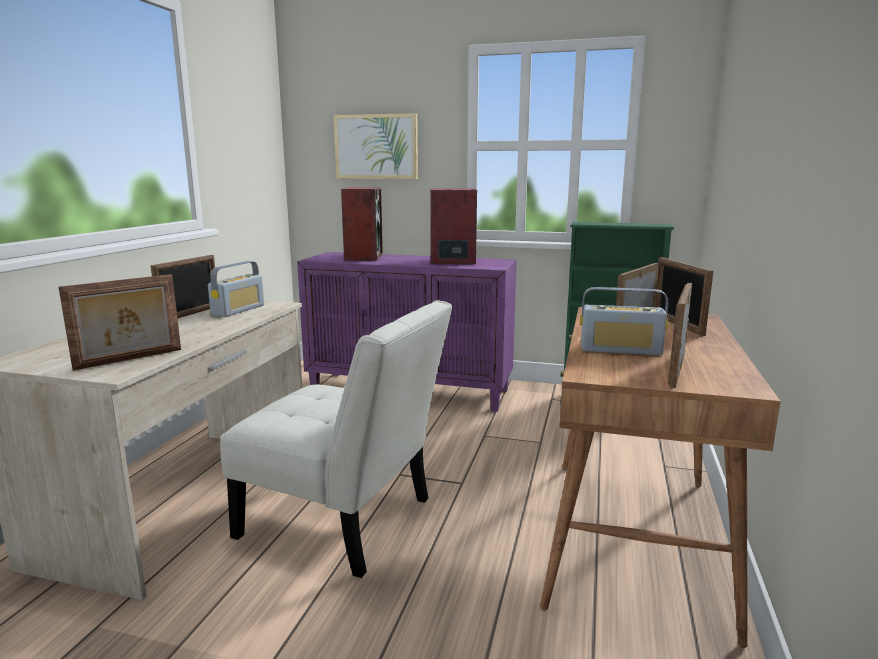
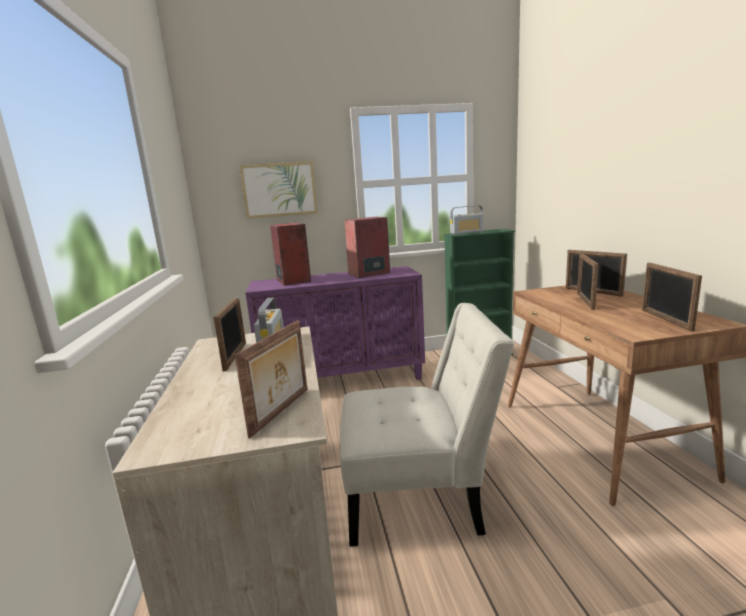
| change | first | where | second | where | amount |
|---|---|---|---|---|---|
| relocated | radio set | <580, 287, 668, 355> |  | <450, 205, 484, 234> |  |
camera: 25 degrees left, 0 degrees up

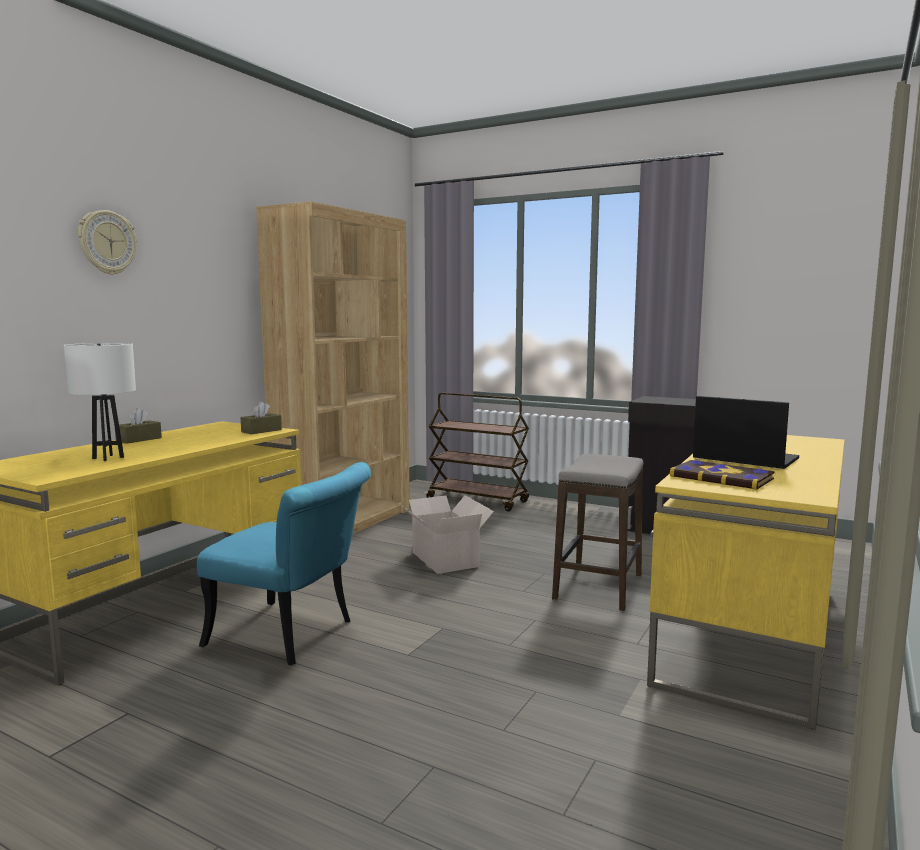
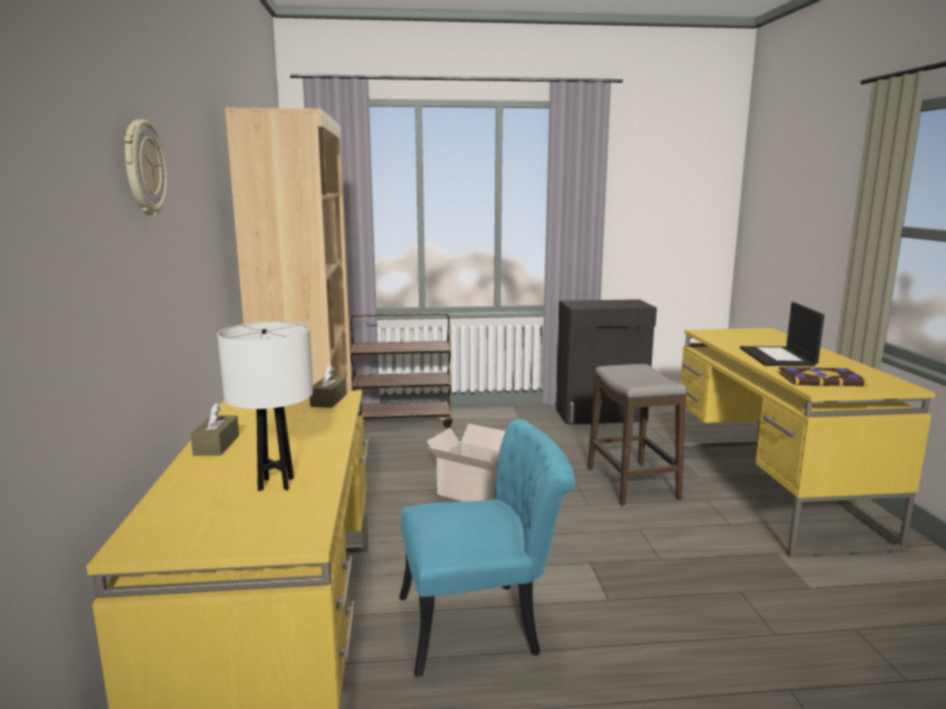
| change | first | where | second | where | amount |
|---|---|---|---|---|---|
| spun | portable computer | <693, 396, 799, 469> |  | <740, 302, 825, 366> | 90 degrees counterclockwise |
camera: 35 degrees left, 5 degrees up

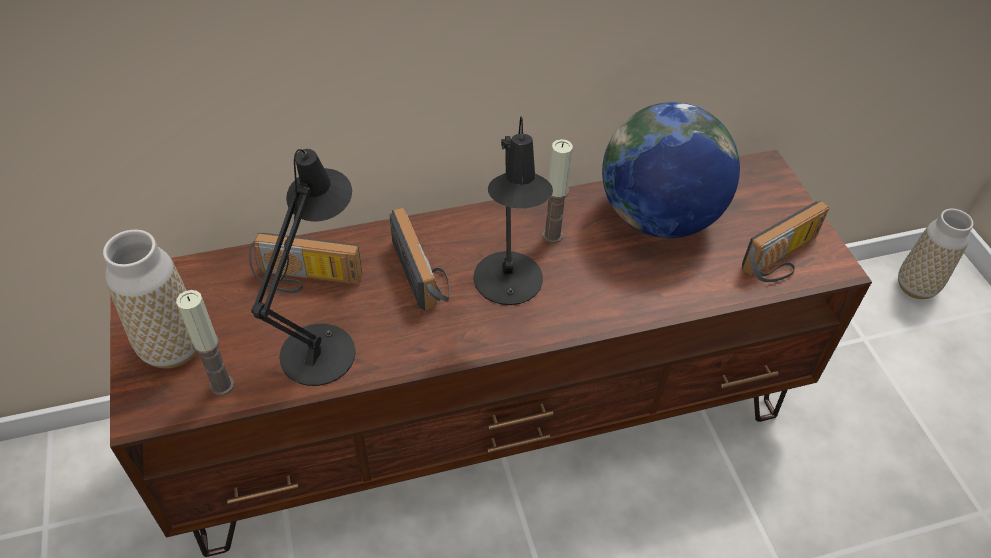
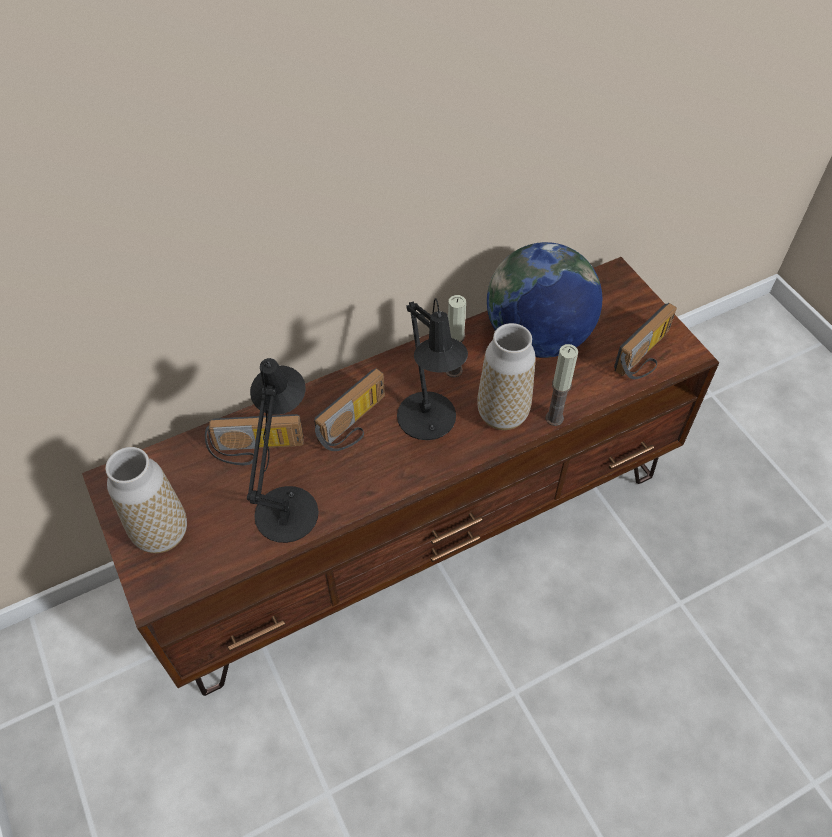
| change | first | where | second | where | amount |
|---|---|---|---|---|---|
| relocated | wax light | <176, 290, 234, 396> |  | <546, 344, 578, 426> |  |
| relocated | decorative vase | <898, 209, 974, 299> |  | <477, 323, 536, 430> |  |
| spun | radio set | <390, 208, 450, 311> |  | <314, 368, 385, 451> | 75 degrees clockwise |
camera: 10 degrees left, 5 degrees up

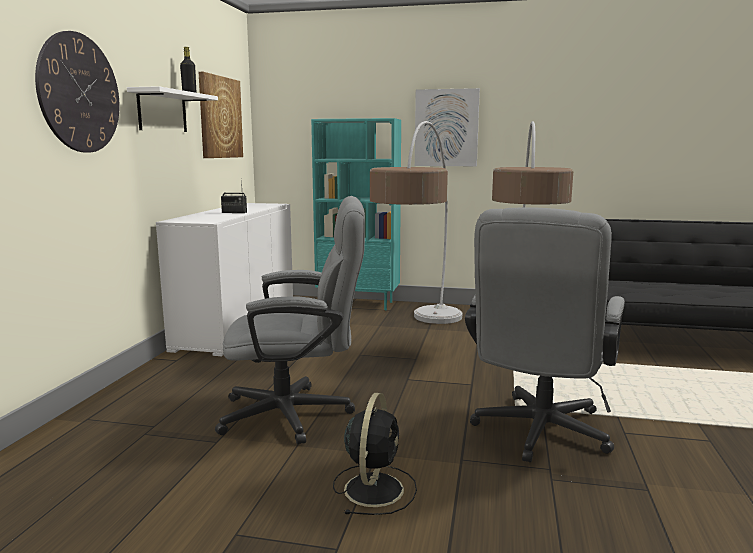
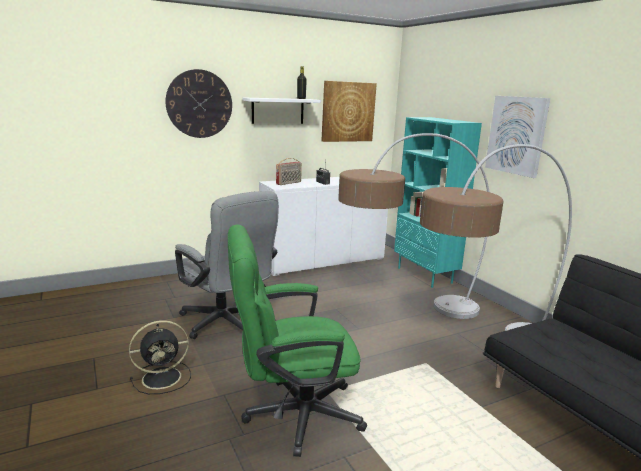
| change | first | where | second | where | amount |
|---|---|---|---|---|---|
| appeared |  |  | radio set | <276, 158, 302, 185> |  |
| colour | computer chair (greyish) | <465, 207, 625, 463> | computer chair (green-coloured) | <228, 224, 367, 457> |  |
camera: 50 degrees right, 5 degrees up

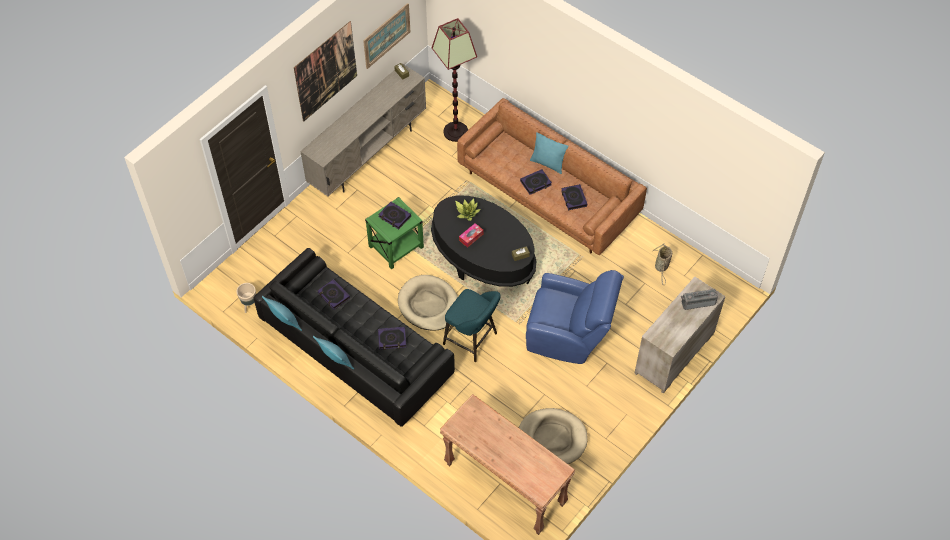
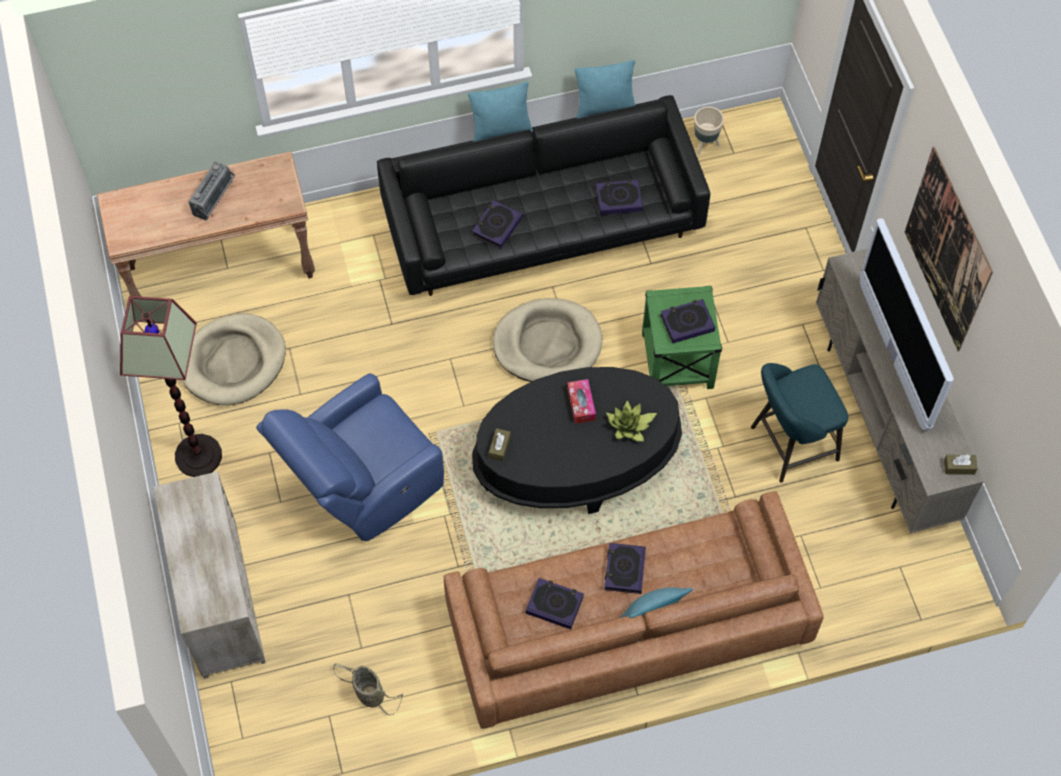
| change | first | where | second | where | amount |
|---|---|---|---|---|---|
| missing | wall art | <363, 3, 411, 69> |  |  |  |
| appeared |  |  | television | <860, 218, 954, 431> |  |
| relocated | standard lamp | <432, 18, 477, 142> |  | <120, 296, 222, 477> |  |
| relocated | stool (turquoise) | <443, 289, 501, 362> |  | <751, 363, 848, 483> |  |
| relocated | radio set | <681, 289, 718, 310> |  | <189, 162, 236, 220> |  |
camera: 125 degrees right, 5 degrees up

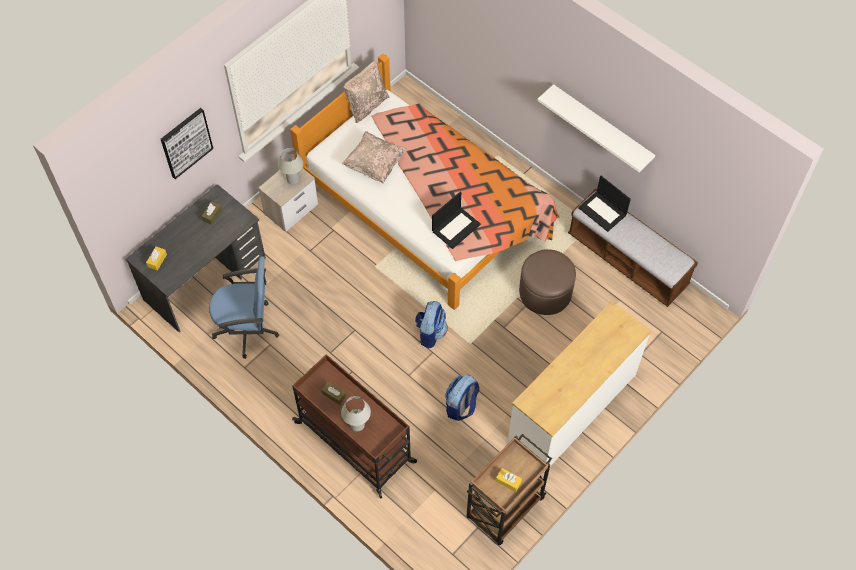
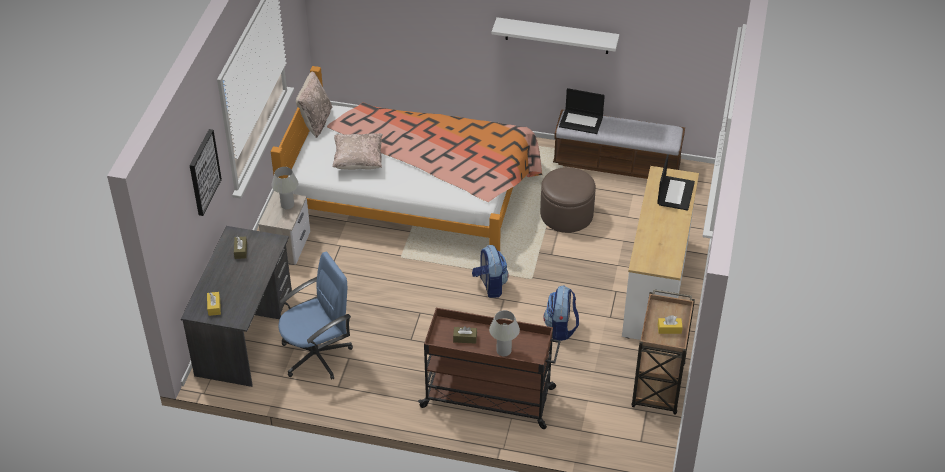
| change | first | where | second | where | amount |
|---|---|---|---|---|---|
| relocated | portable computer | <432, 192, 481, 249> |  | <657, 154, 695, 211> |  |
camera: 30 degrees left, 15 degrees down

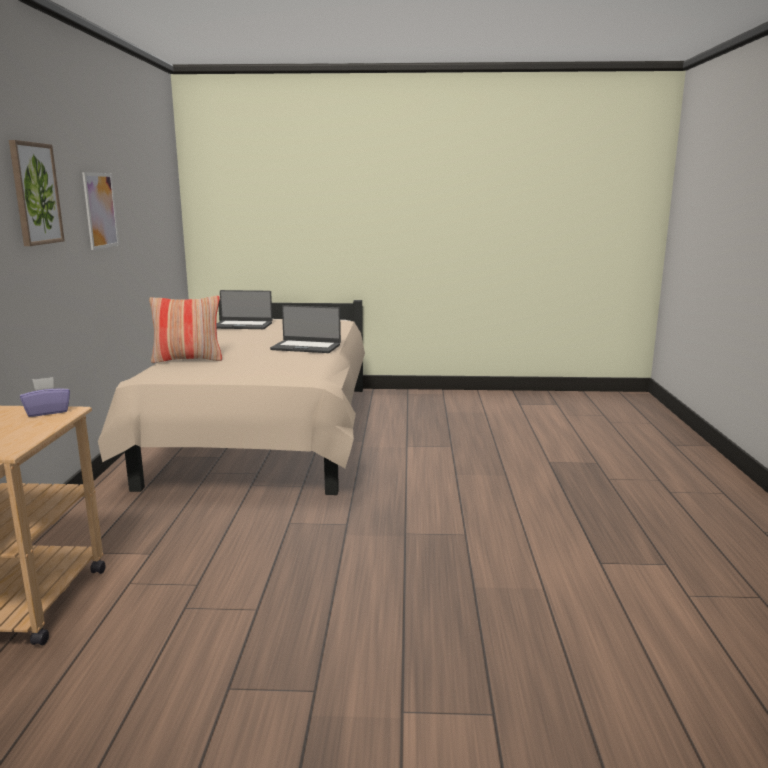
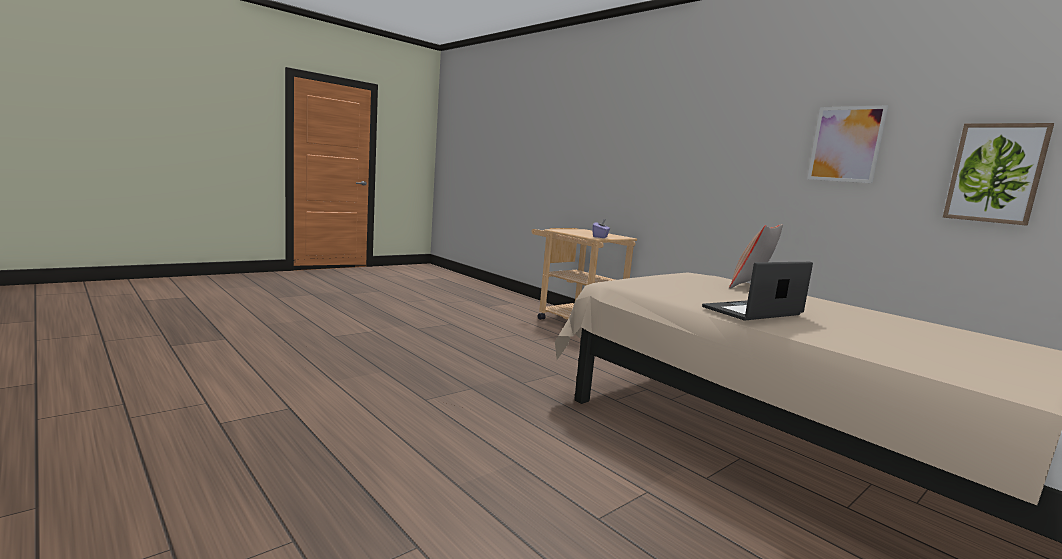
| change | first | where | second | where | amount |
|---|---|---|---|---|---|
| missing | portable computer | <217, 290, 273, 329> |  |  |  |
| relocated | wall art | <9, 140, 65, 246> |  | <943, 123, 1054, 226> |  |
camera: 135 degrees right, 5 degrees down

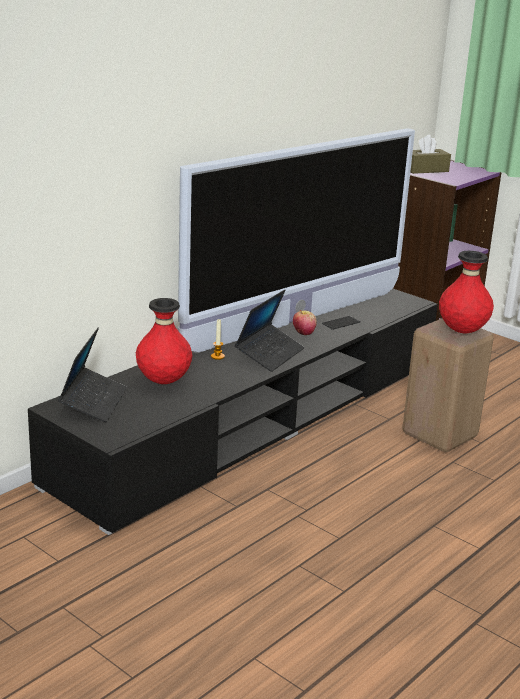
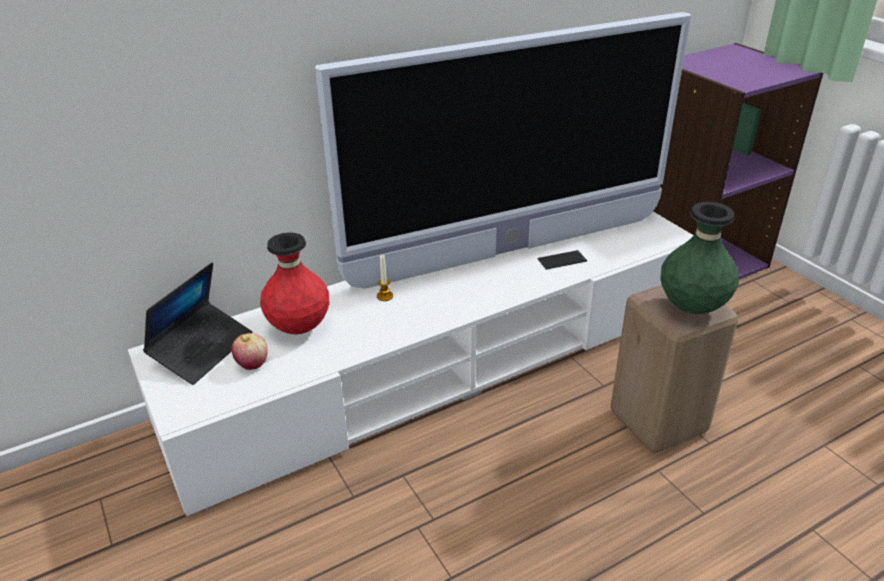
| change | first | where | second | where | amount |
|---|---|---|---|---|---|
| missing | portable computer | <235, 290, 304, 372> |  |  |  |
| missing | box of tissues (brown) | <410, 134, 451, 174> |  |  |  |
| relocated | apple | <293, 310, 317, 335> |  | <232, 333, 267, 370> |  |
| colour | media console (black-coloured) | <28, 289, 438, 535> | media console (whitish) | <128, 212, 693, 516> |  |
| colour | decorative vase (red) | <439, 251, 494, 333> | decorative vase (green-coloured) | <661, 202, 739, 314> |  |
camera: 20 degrees right, 10 degrees up

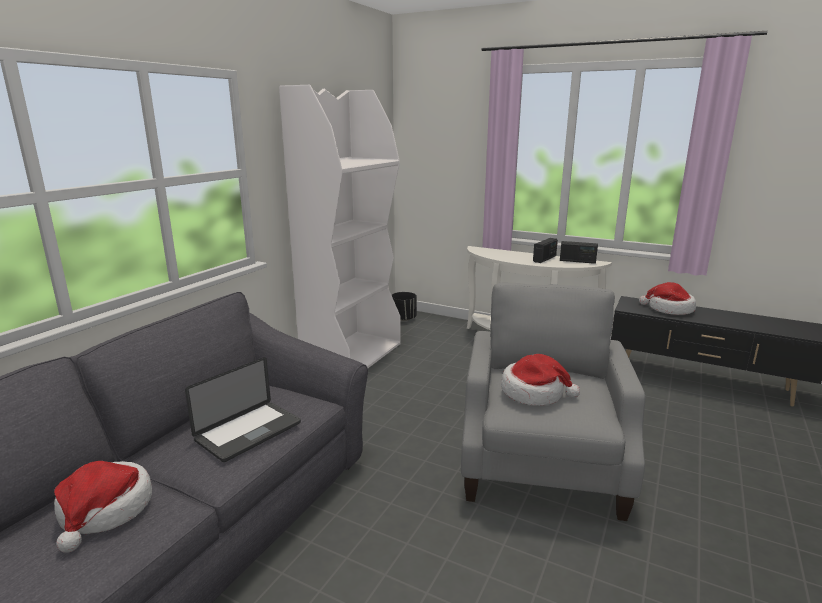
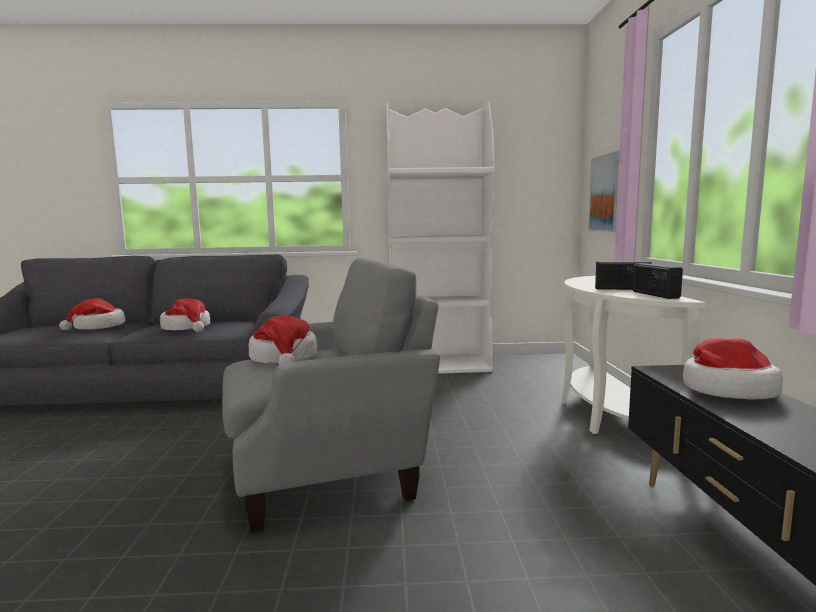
| change | first | where | second | where | amount |
|---|---|---|---|---|---|
| missing | planter (black-coloured) | <392, 292, 417, 321> |  |  |  |
| appeared |  |  | wall art | <588, 150, 620, 232> |  |
| exchanged | portable computer | <185, 357, 301, 462> | wearable hat | <160, 299, 210, 332> |  |
camera: 60 degrees right, 10 degrees down

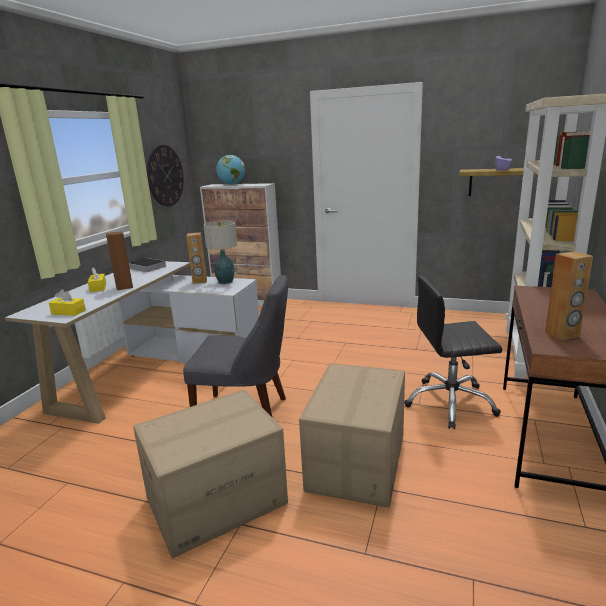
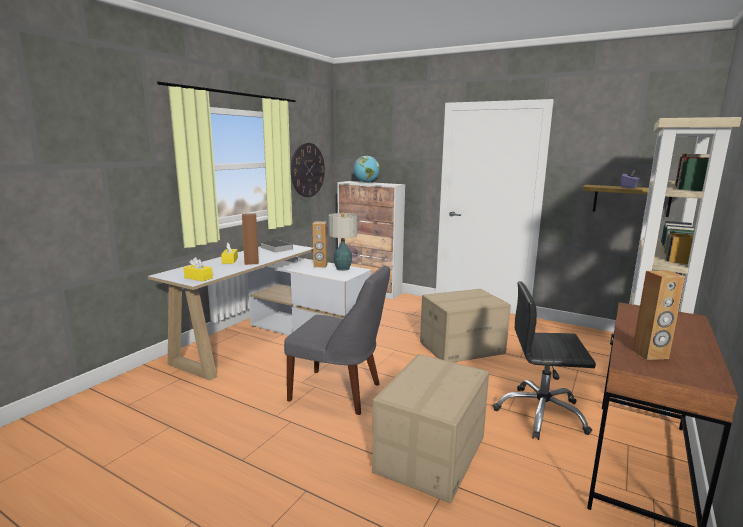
| change | first | where | second | where | amount |
|---|---|---|---|---|---|
| relocated | carton | <133, 390, 288, 558> |  | <420, 289, 511, 362> |  |
camera: 10 degrees right, 5 degrees down

